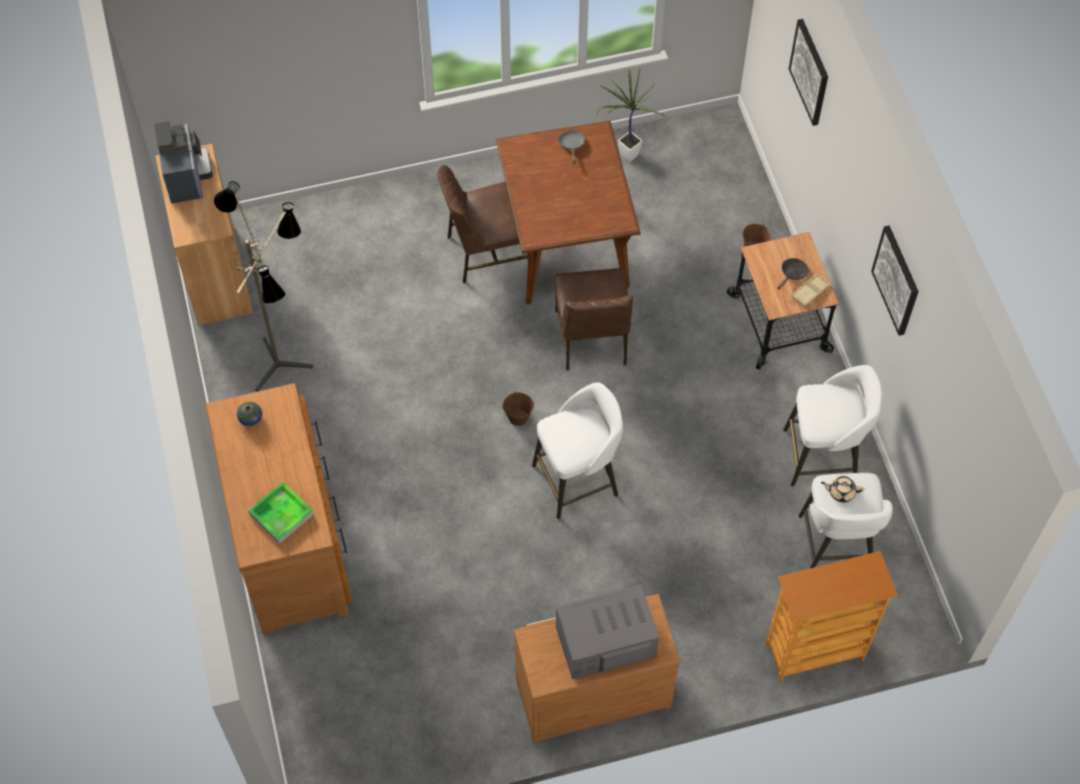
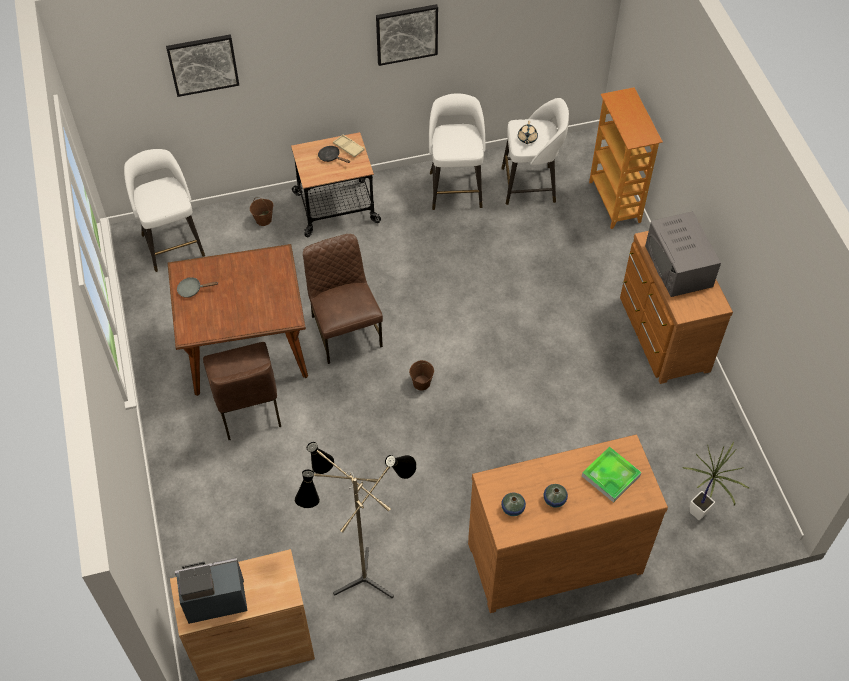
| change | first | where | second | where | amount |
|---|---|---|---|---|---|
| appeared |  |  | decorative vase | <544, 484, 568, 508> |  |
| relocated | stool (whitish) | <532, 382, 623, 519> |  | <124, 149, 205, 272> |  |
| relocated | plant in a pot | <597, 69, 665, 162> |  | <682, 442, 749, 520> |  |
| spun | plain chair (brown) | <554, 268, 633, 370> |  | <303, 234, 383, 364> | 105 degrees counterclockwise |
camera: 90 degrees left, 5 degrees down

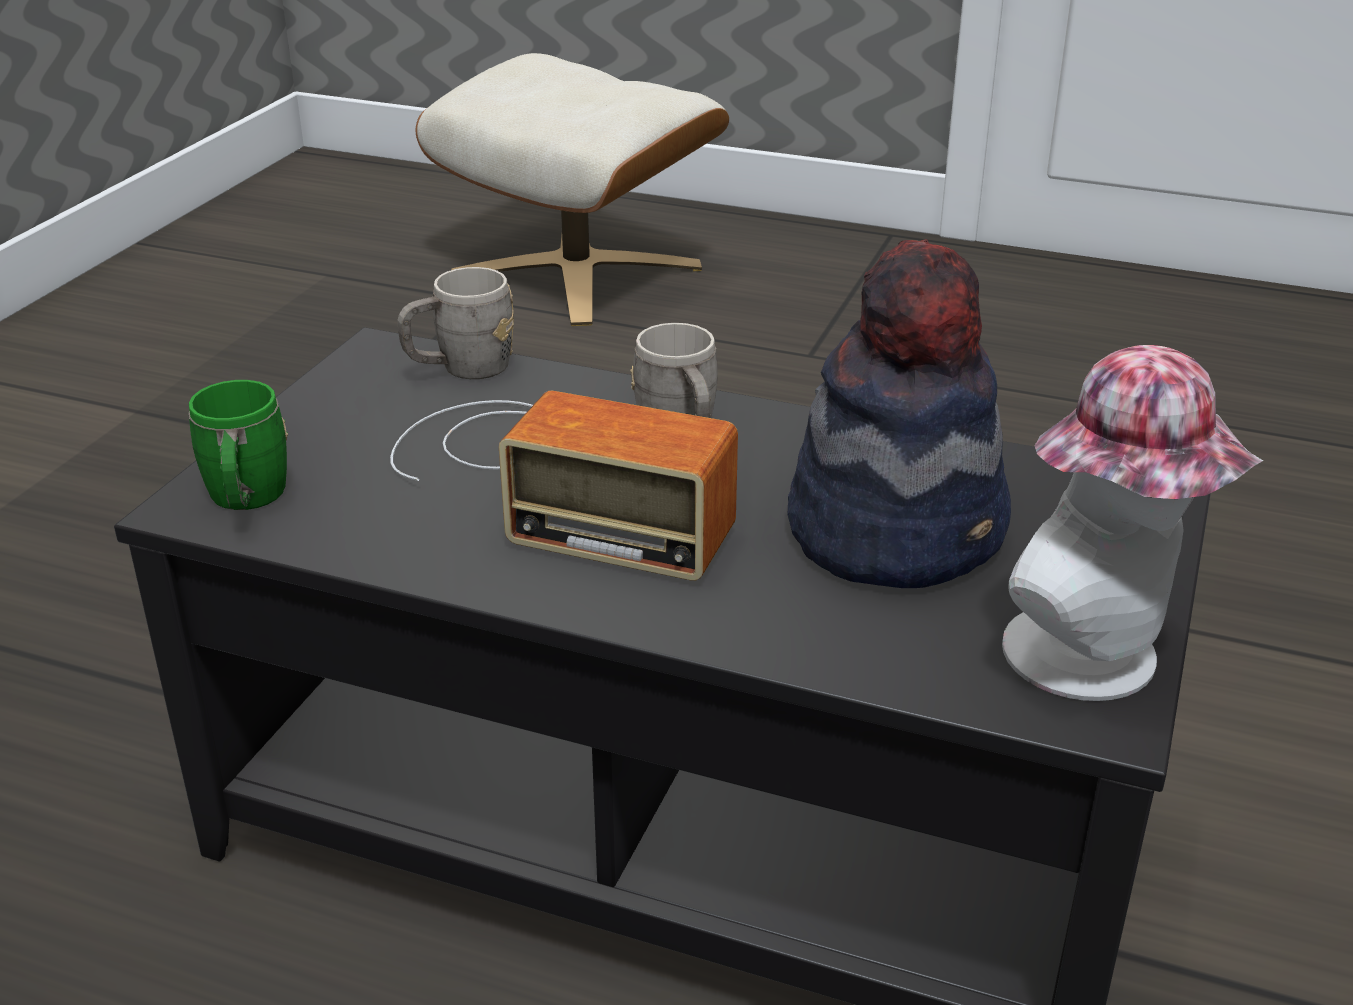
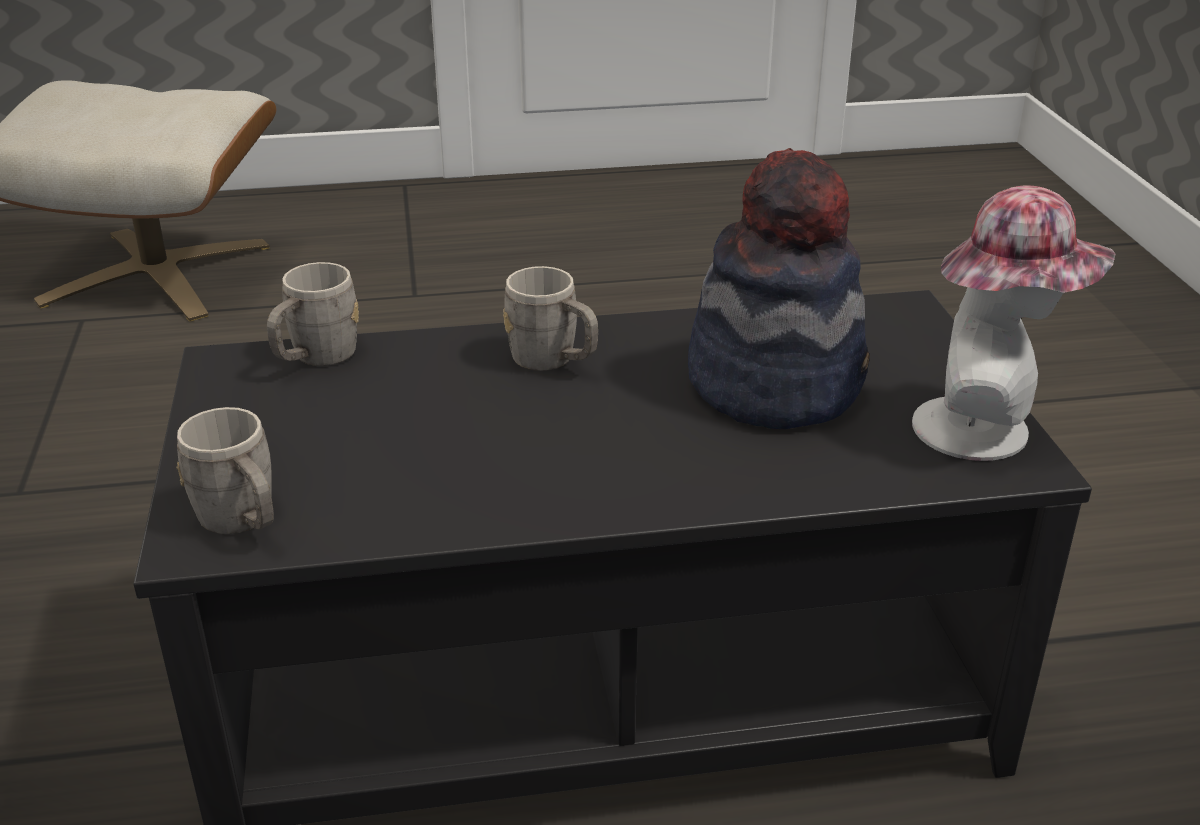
| change | first | where | second | where | amount |
|---|---|---|---|---|---|
| missing | radio set | <390, 391, 738, 581> |  |  |  |
| colour | mug (green-coloured) | <189, 380, 288, 510> | mug (greyish) | <176, 407, 274, 534> |  |
camera: 30 degrees left, 0 degrees up

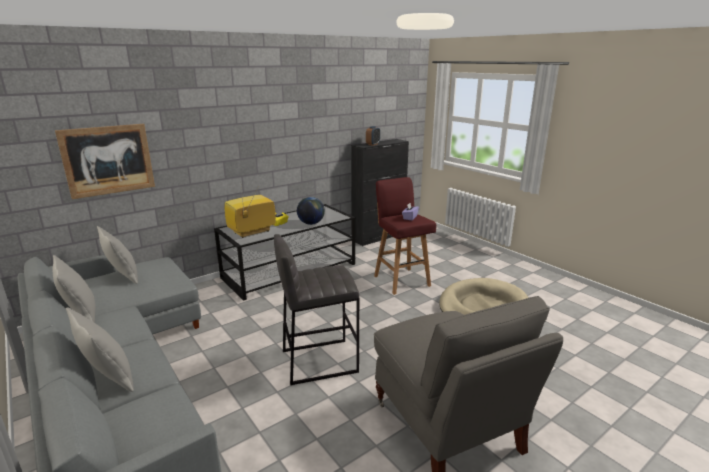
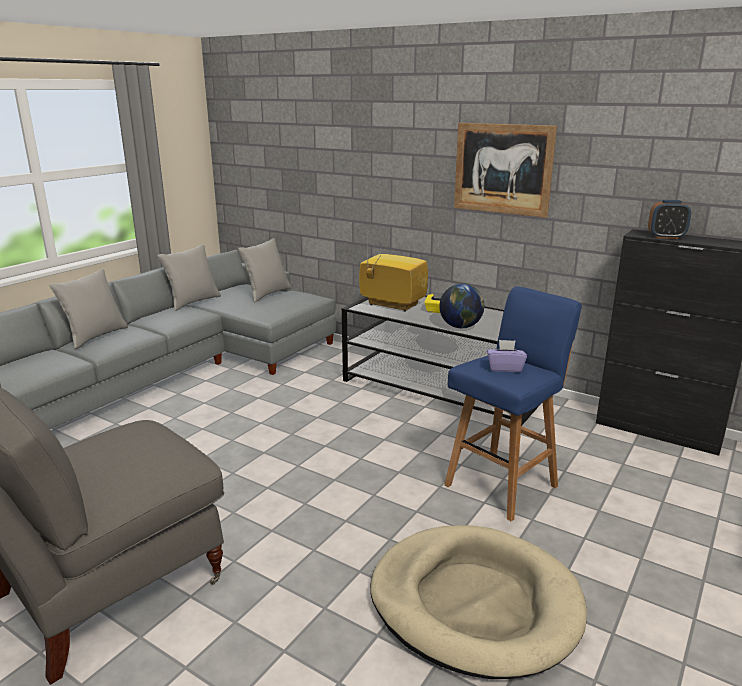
| change | first | where | second | where | amount |
|---|---|---|---|---|---|
| missing | stool (greyish) | <274, 234, 359, 385> |  |  |  |
| relocated | wall art | <55, 124, 155, 199> |  | <454, 123, 557, 218> |  |
| colour | stool (red) | <374, 177, 436, 295> | stool (blue) | <444, 287, 582, 521> |  |
camera: 70 degrees right, 0 degrees up

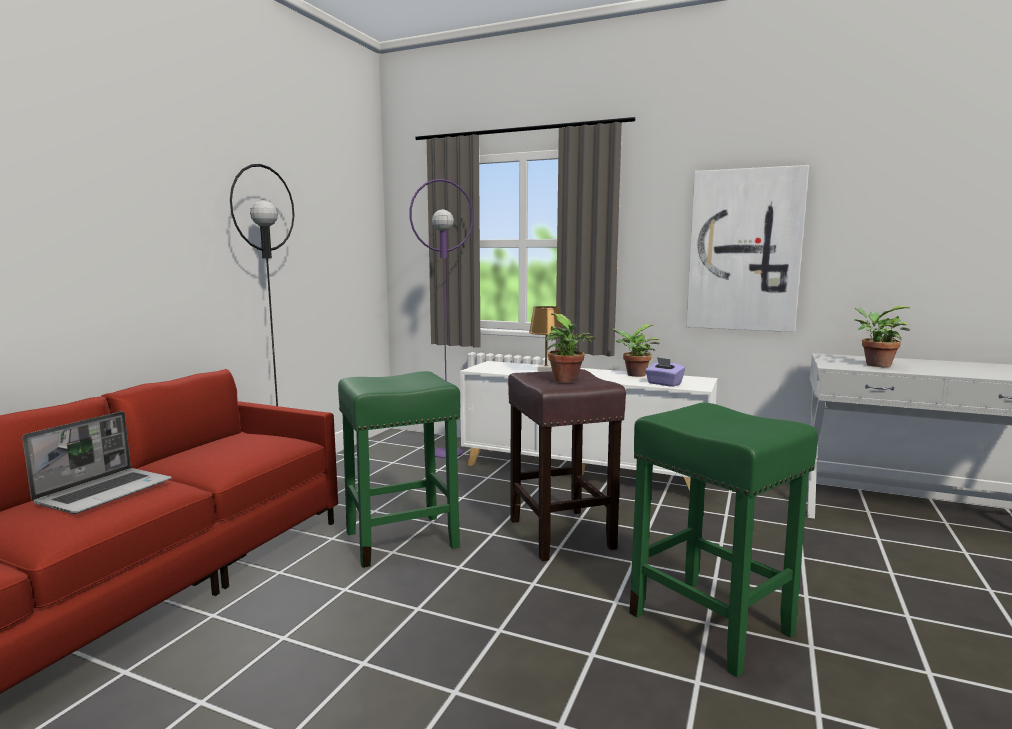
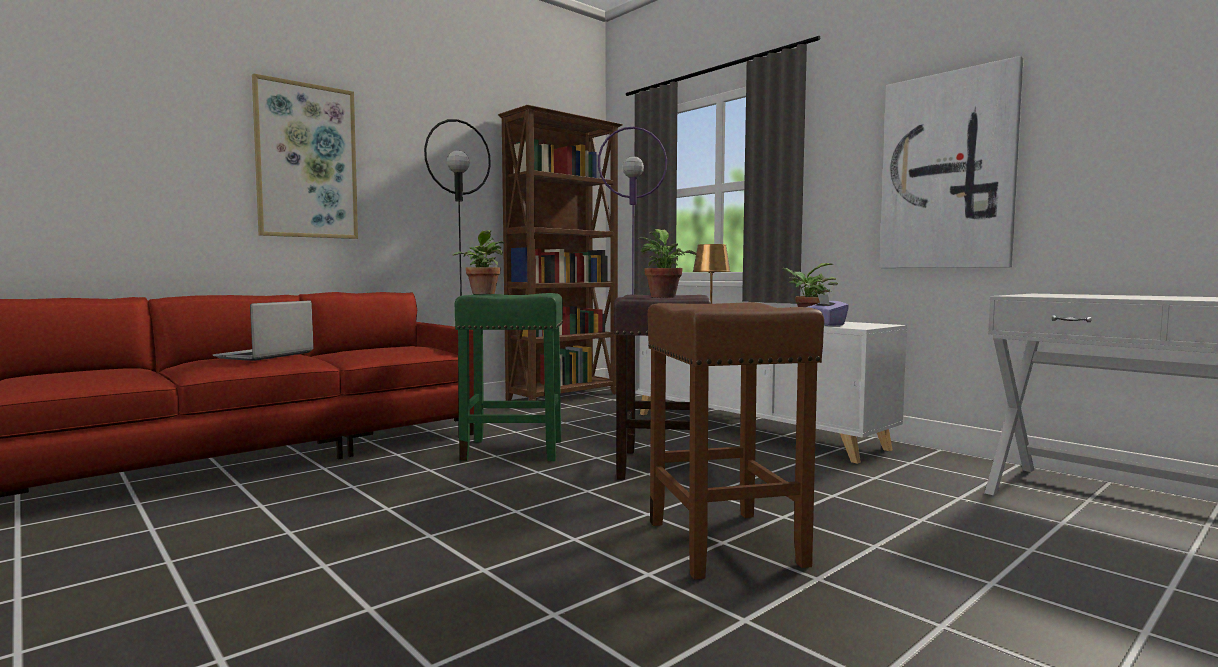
| change | first | where | second | where | amount |
|---|---|---|---|---|---|
| appeared |  |  | wall art | <252, 73, 358, 239> |  |
| appeared |  |  | shelving unit (brown) | <498, 105, 623, 401> |  |
| relocated | plant in a pot | <854, 306, 912, 367> |  | <453, 230, 504, 294> |  |
| colour | stool (green-coloured) | <629, 403, 818, 677> | stool (brown) | <648, 302, 824, 580> |  |
| spun | portable computer | <22, 411, 172, 514> |  | <213, 300, 314, 361> | 150 degrees clockwise |
camera: 25 degrees right, 5 degrees down

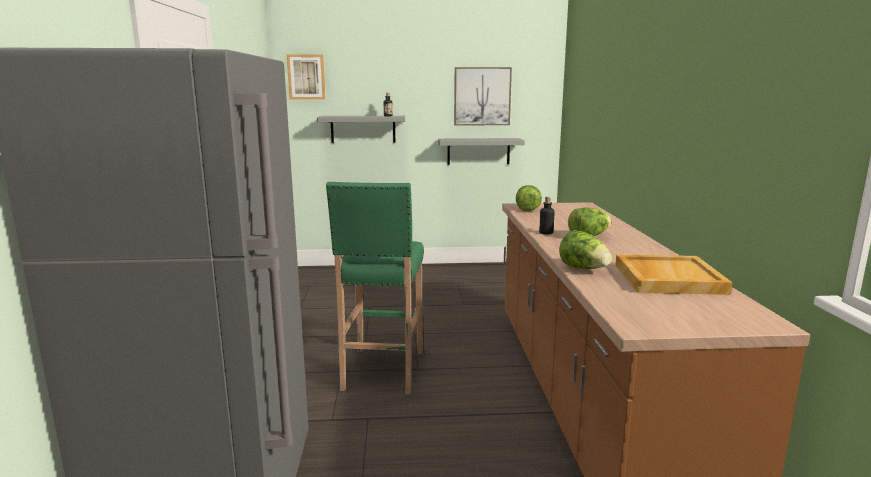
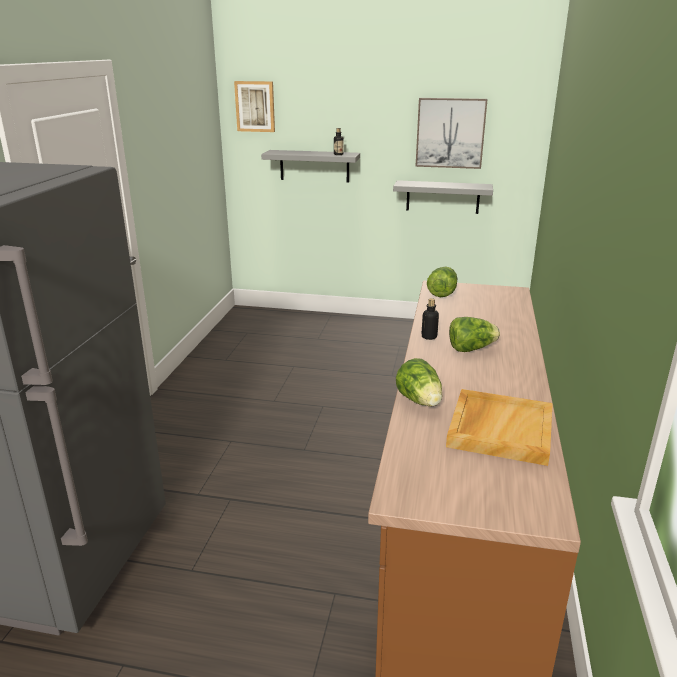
| change | first | where | second | where | amount |
|---|---|---|---|---|---|
| missing | stool (green-coloured) | <326, 182, 424, 394> |  |  |  |
camera: 15 degrees right, 10 degrees up

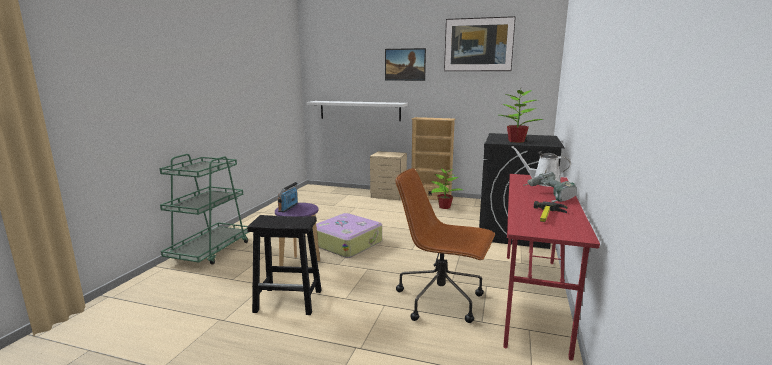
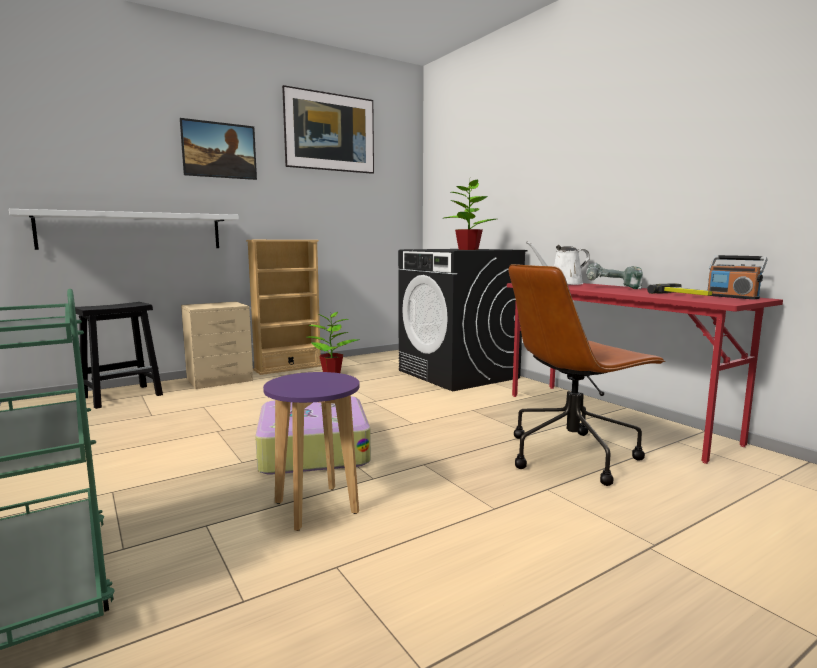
| change | first | where | second | where | amount |
|---|---|---|---|---|---|
| relocated | stool (black-coloured) | <247, 215, 321, 315> |  | <75, 302, 163, 409> |  |
| relocated | radio set | <278, 182, 298, 212> |  | <708, 255, 768, 299> |  |
camera: 50 degrees left, 5 degrees down

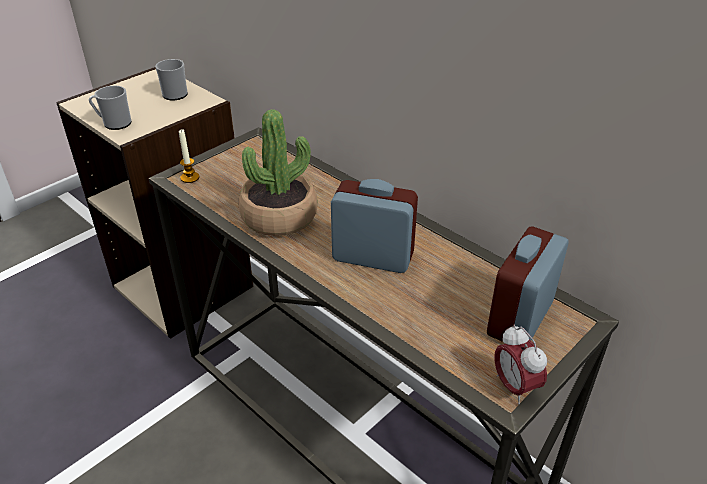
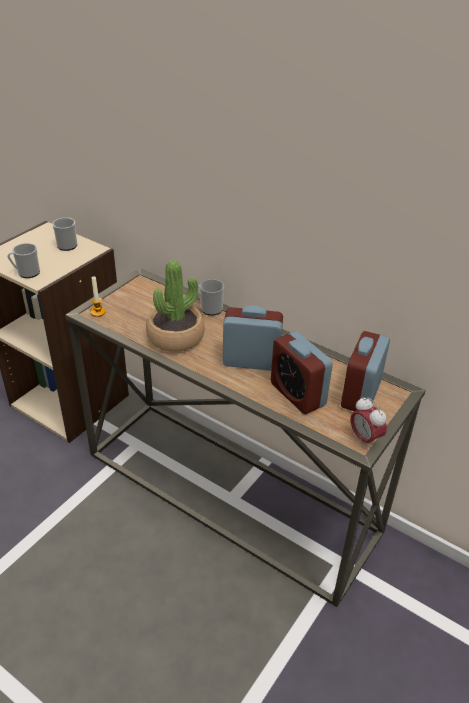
| change | first | where | second | where | amount |
|---|---|---|---|---|---|
| appeared |  |  | mug | <197, 279, 224, 316> |  |
| appeared |  |  | table clock | <271, 331, 333, 414> |  |
camera: 10 degrees left, 0 degrees up

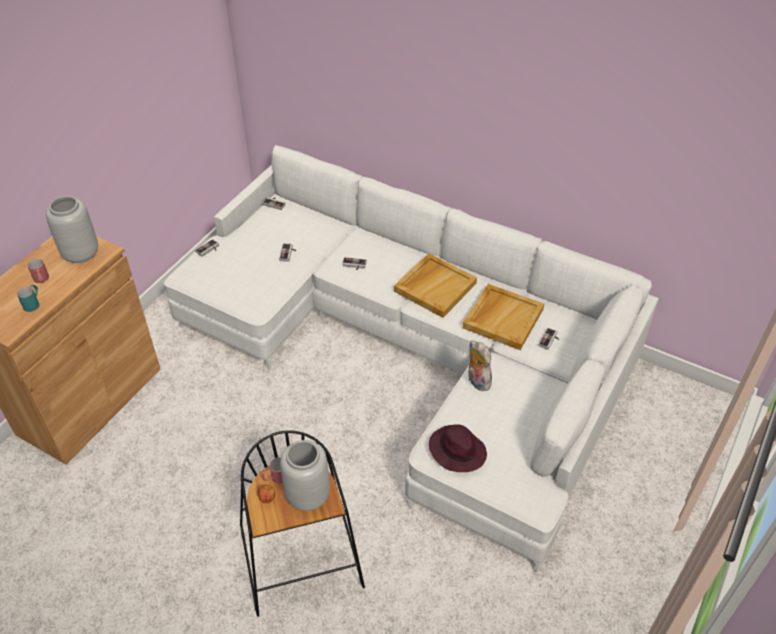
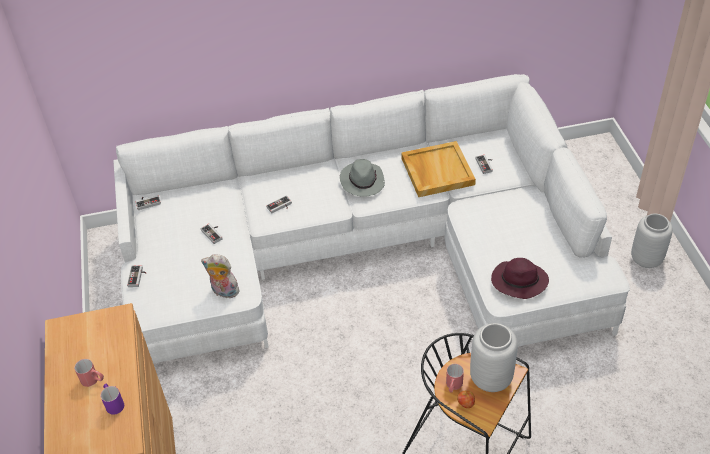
| change | first | where | second | where | amount |
|---|---|---|---|---|---|
| relocated | decorative vase (greyish) | <46, 196, 98, 263> |  | <631, 214, 673, 268> |  |
| relocated | soft toy | <468, 340, 492, 391> |  | <201, 255, 239, 298> |  |
| exchanged | tray (beige) | <394, 253, 477, 318> | wearable hat (greyish) | <340, 159, 385, 197> |  |
| colour | mug (turquoise) | <17, 285, 39, 312> | mug (purple) | <100, 384, 124, 415> |  |
camera: 40 degrees left, 0 degrees up

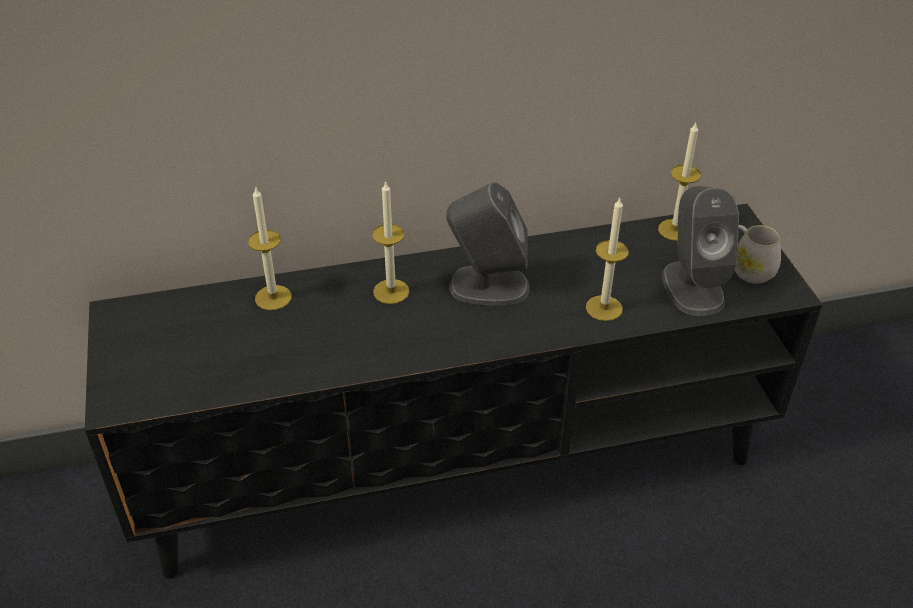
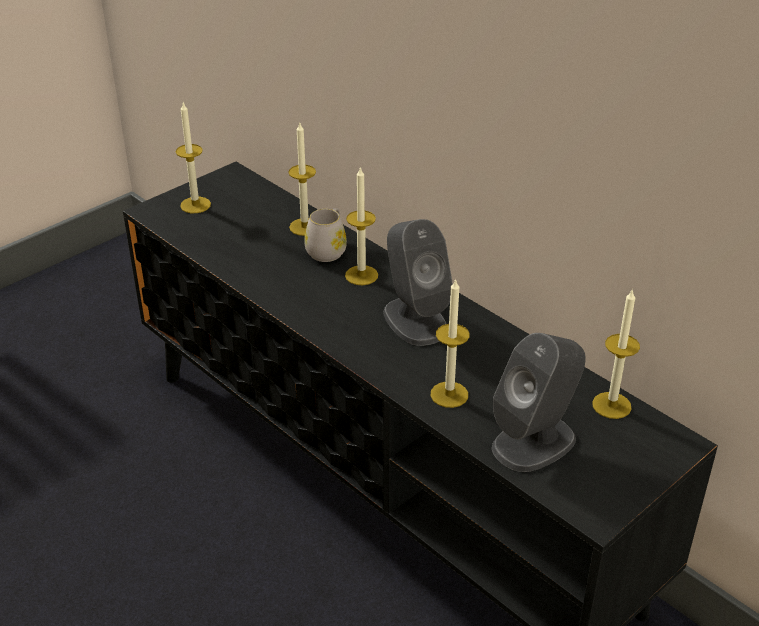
| change | first | where | second | where | amount |
|---|---|---|---|---|---|
| appeared |  |  | wax light | <176, 103, 211, 213> |  |
| relocated | mug (whitish) | <734, 225, 781, 284> |  | <304, 208, 347, 262> |  |
camera: 60 degrees right, 5 degrees down

